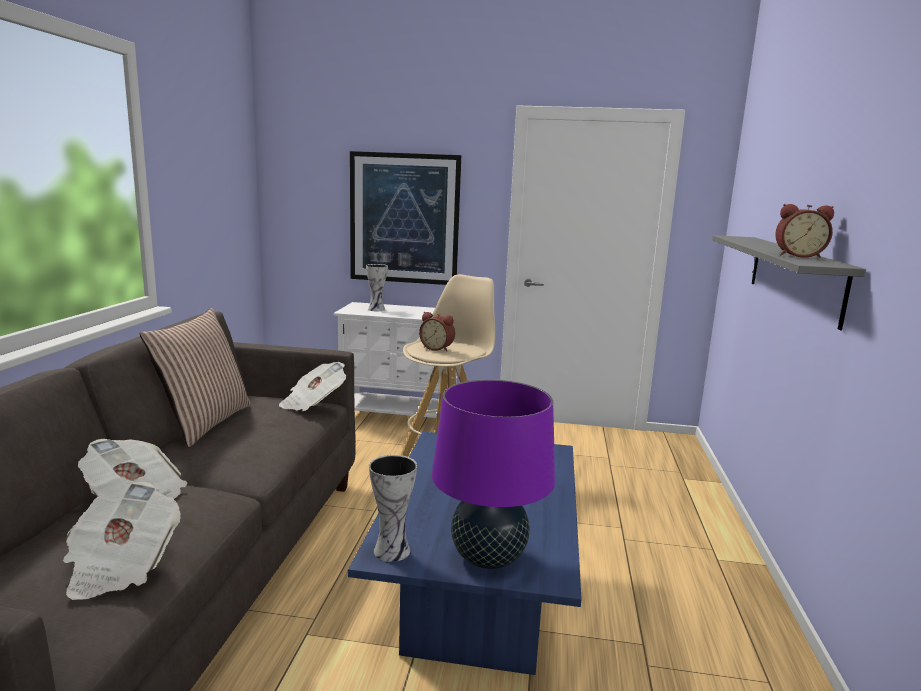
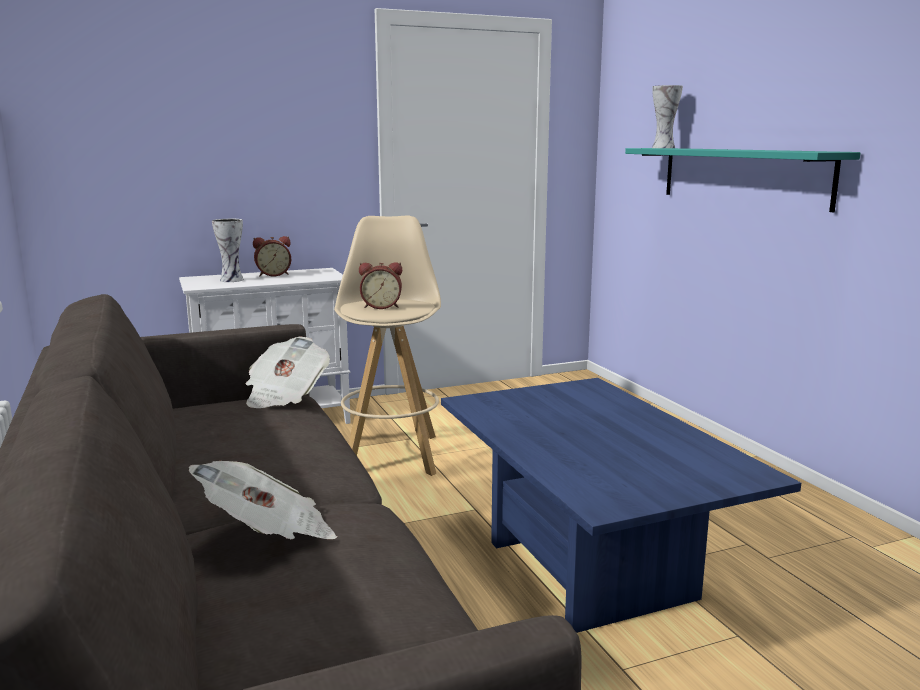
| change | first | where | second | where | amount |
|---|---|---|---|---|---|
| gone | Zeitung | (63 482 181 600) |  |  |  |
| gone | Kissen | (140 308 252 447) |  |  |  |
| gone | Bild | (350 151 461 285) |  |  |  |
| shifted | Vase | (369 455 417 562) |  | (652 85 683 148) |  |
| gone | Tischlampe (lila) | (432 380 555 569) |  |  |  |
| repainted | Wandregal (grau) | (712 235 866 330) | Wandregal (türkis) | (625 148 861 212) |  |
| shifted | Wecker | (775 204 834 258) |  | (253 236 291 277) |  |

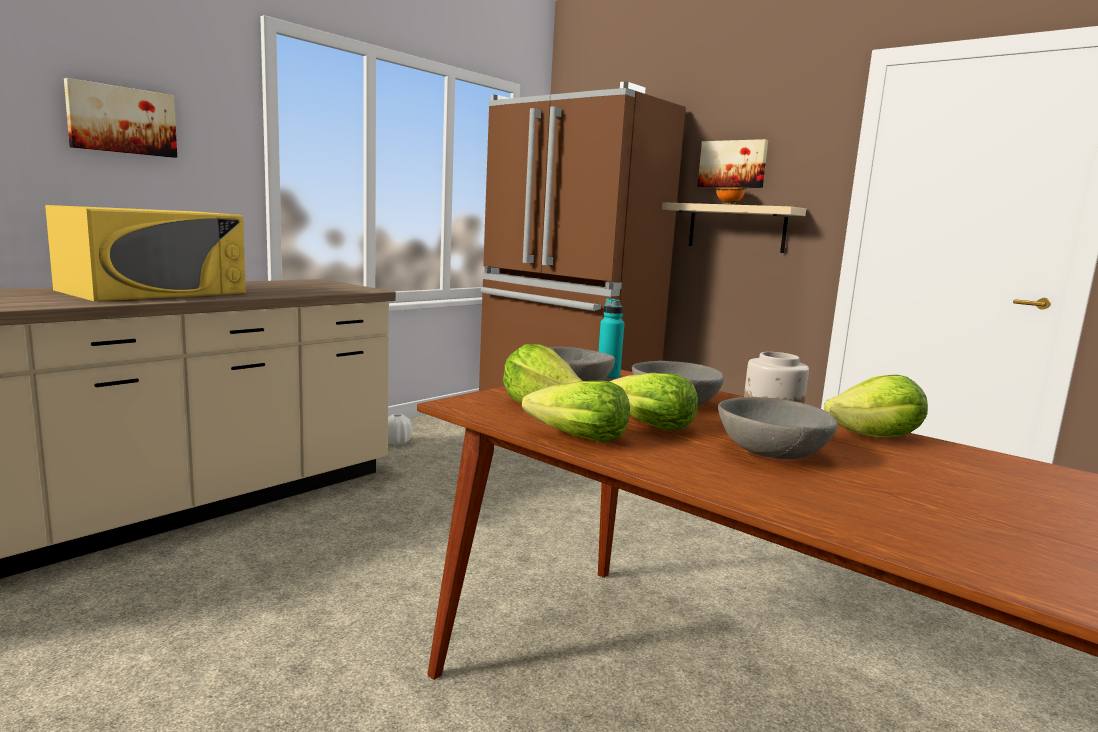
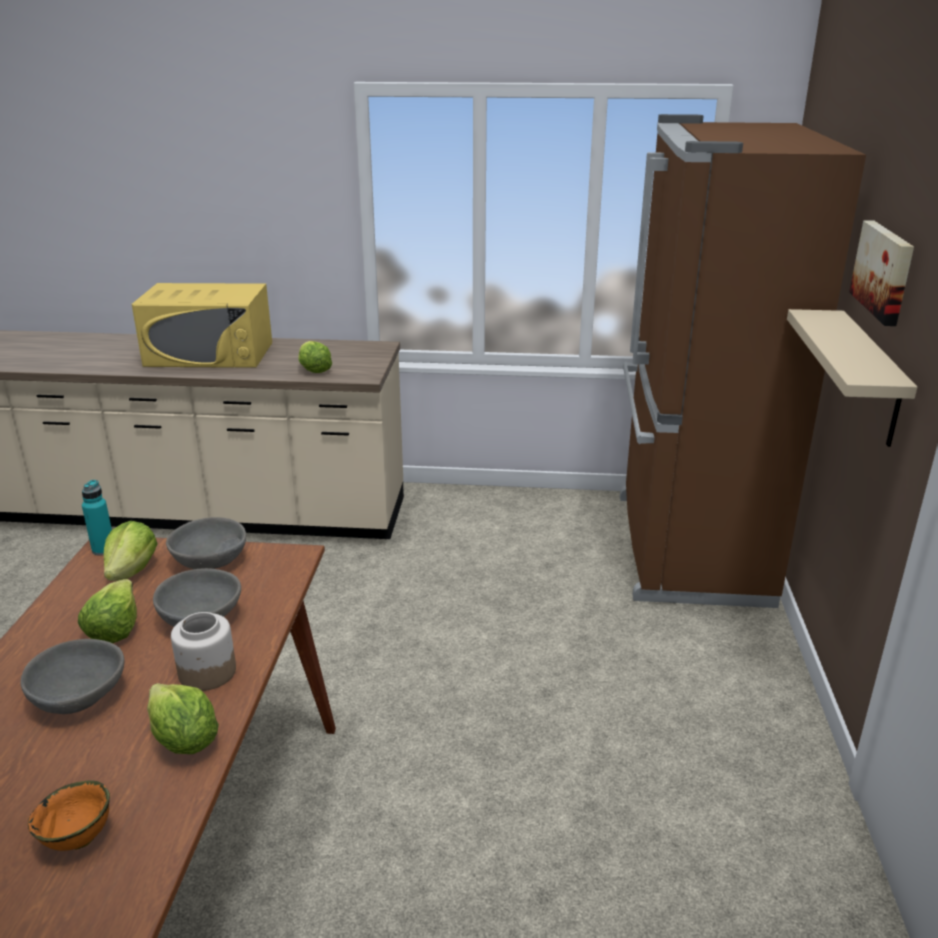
| change | first | where | second | where | amount |
|---|---|---|---|---|---|
| gone | Bild | (64 78 177 158) |  |  |  |
| gone | Vase (weiß) | (388 414 412 445) |  |  |  |
| shifted | Salatkopf | (522 381 630 442) |  | (298 341 332 373) |  |
| shifted | Flasche (türkis) | (599 298 624 381) |  | (82 480 112 556) |  |
| shifted | Schüssel (orange) | (715 187 746 205) |  | (28 780 110 851) |  |

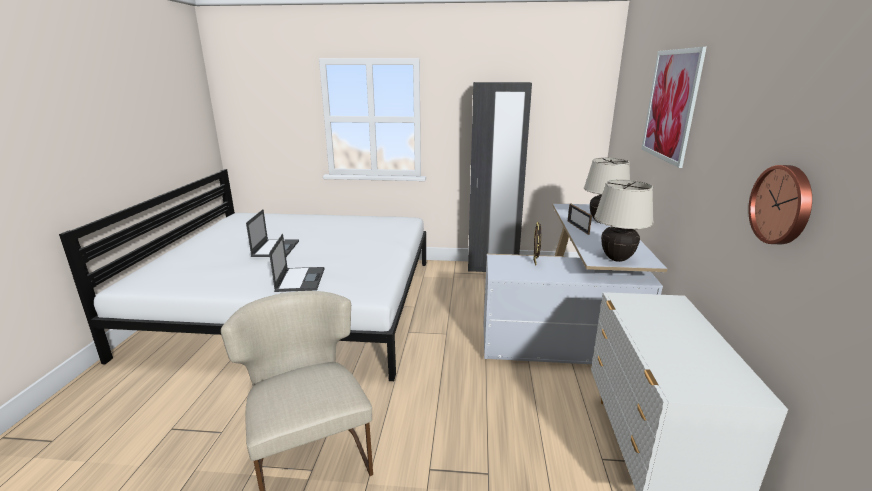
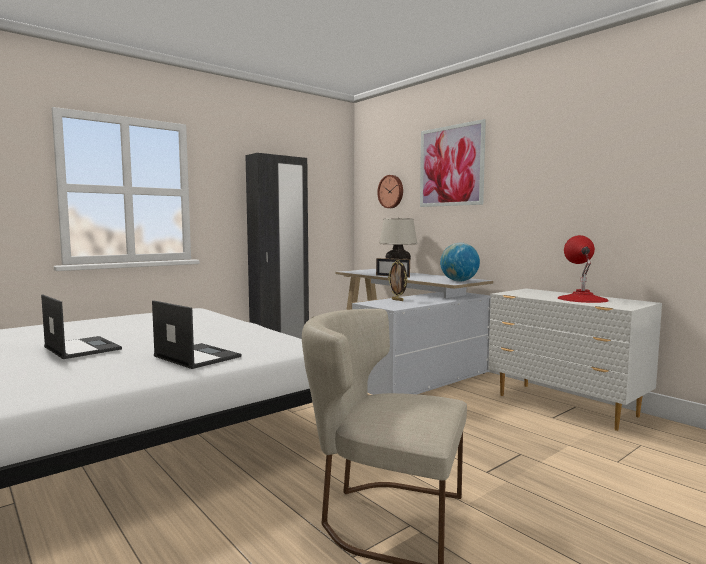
| change | first | where | second | where | amount |
|---|---|---|---|---|---|
| swapped | Tischlampe (beige) | (594 180 654 262) | Globus | (440 243 480 281) |  |
| shifted | Wanduhr | (748 165 812 244) |  | (377 175 403 208) |  |
| new |  |  | Tischlampe (rot) | (558 235 609 303) |  |

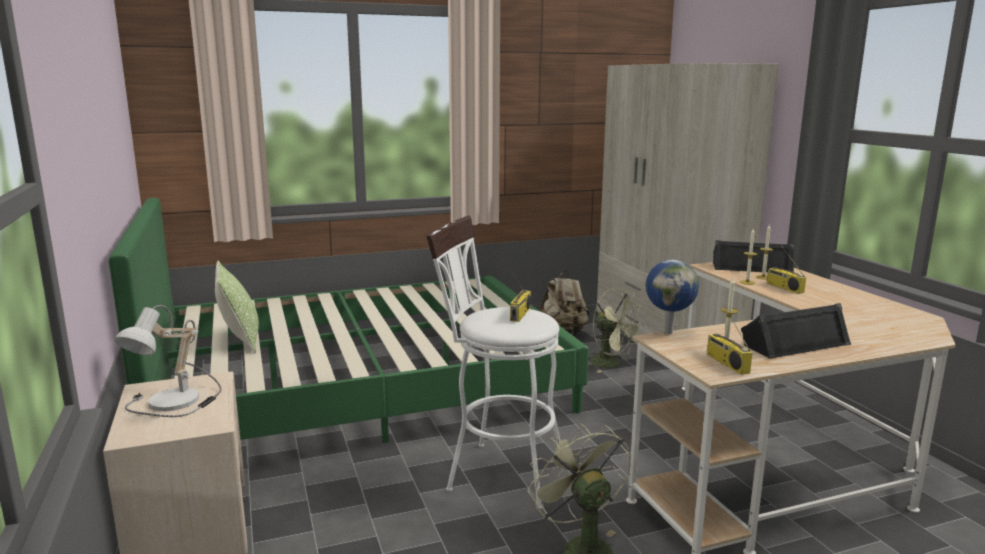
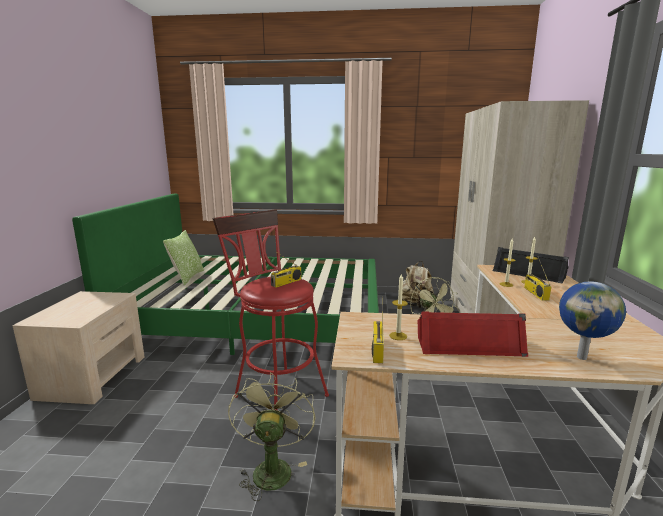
| change | first | where | second | where | amount |
|---|---|---|---|---|---|
| gone | Tischlampe | (114 305 222 417) |  |  |  |
| repainted | Hocker (weiß) | (426 216 561 510) | Hocker (rot) | (213 209 329 410) |  |
| shifted | Globus | (646 260 699 334) |  | (559 281 626 360) |  |
| repainted | Lautsprecher (schwarz) | (741 303 851 359) | Lautsprecher (rot) | (417 311 528 357) |  |

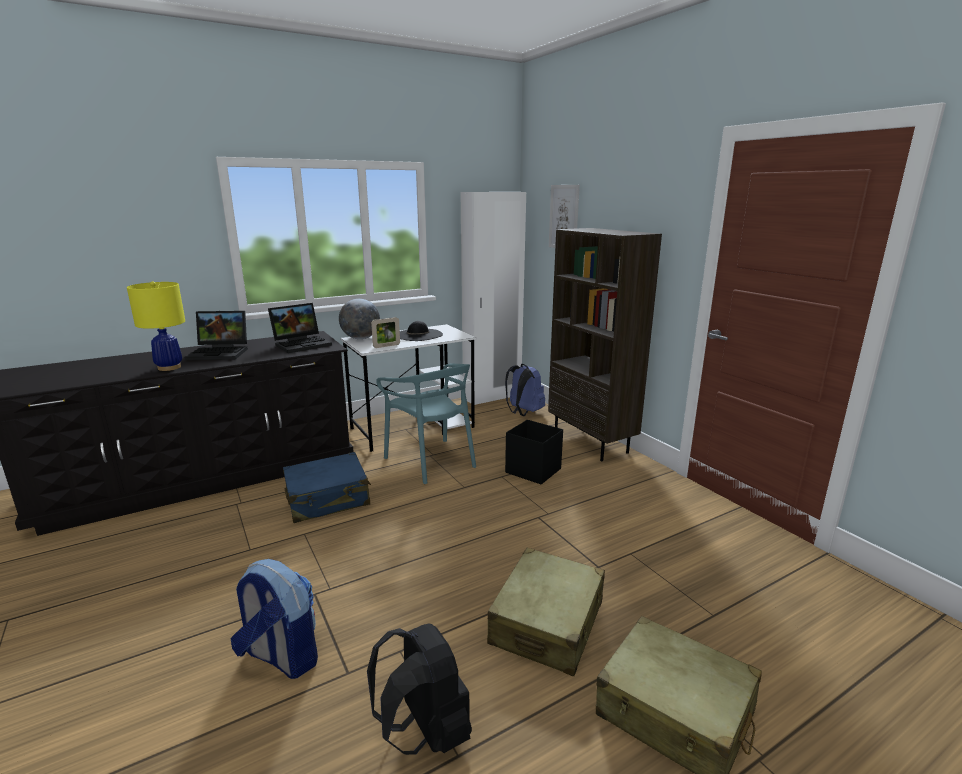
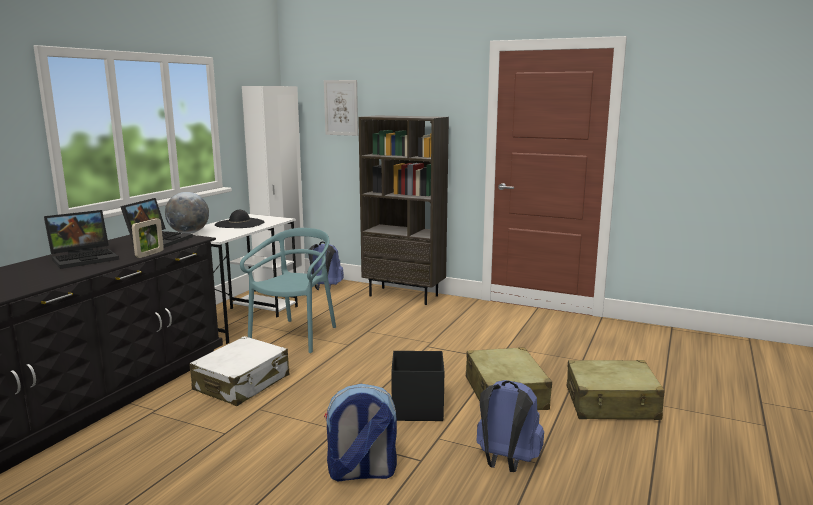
| change | first | where | second | where | amount |
|---|---|---|---|---|---|
| gone | Tischlampe (gelb) | (127 281 185 371) |  |  |  |
| repainted | Koffer (blau) | (283 452 371 523) | Koffer (weiß) | (189 336 289 406) |  |
| repainted | Rucksack (schwarz) | (367 623 472 755) | Rucksack (blau) | (476 380 544 472) |  |
| shifted | Bilderrahmen | (371 317 400 348) |  | (132 218 164 258) |  |
| rotated | Stuhl (türkis) | (376 363 476 484) |  | (240 228 336 353) | 90 degrees counterclockwise |
| shifted | Aufbewahrungsbox (schwarz) | (505 420 563 485) |  | (391 351 444 421) |  |

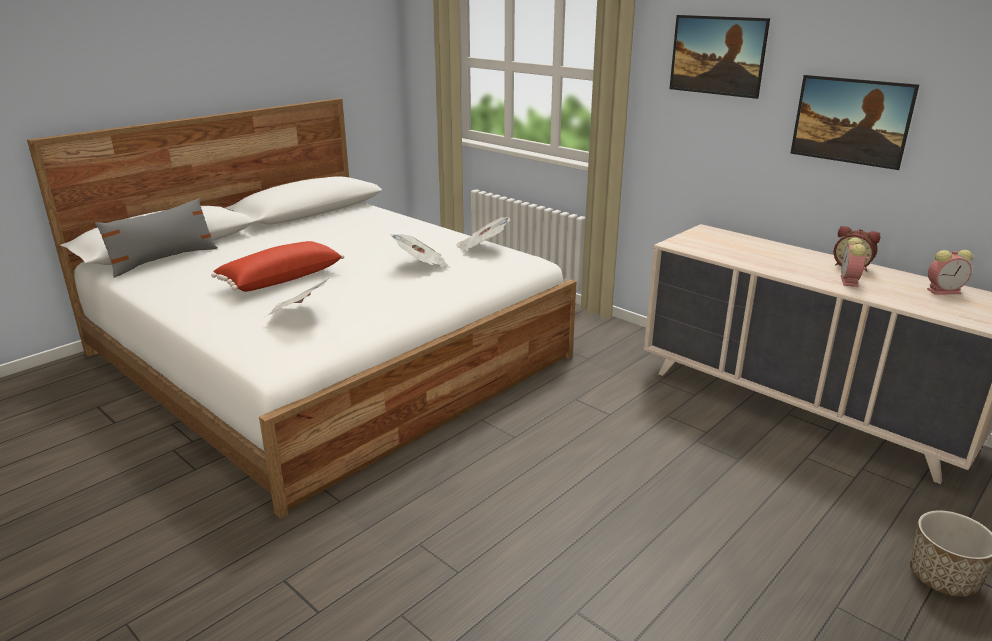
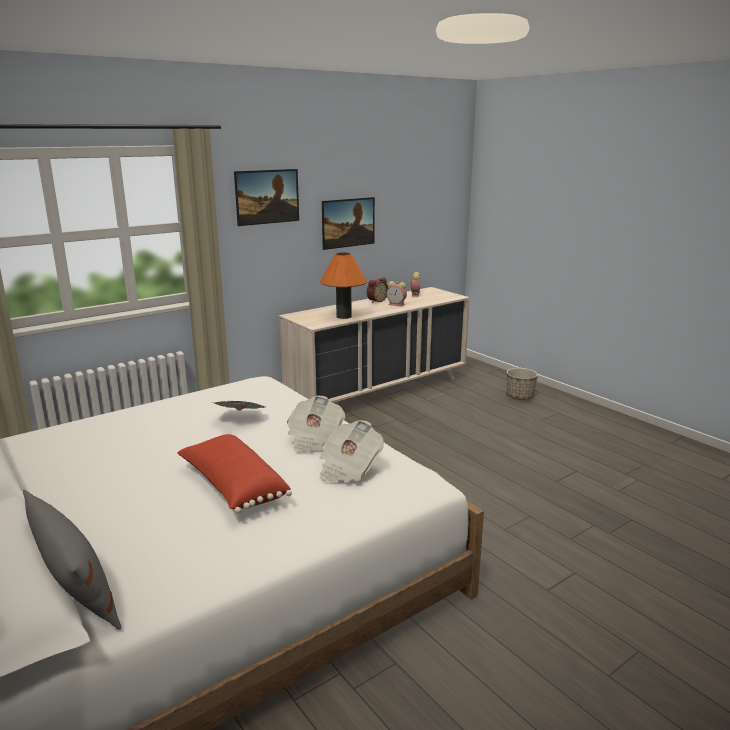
| change | first | where | second | where | amount |
|---|---|---|---|---|---|
| shifted | Zeitung | (456 217 510 251) |  | (287 396 345 453) |  |
| new |  |  | Tischlampe (orange) | (320 252 367 319) |  |

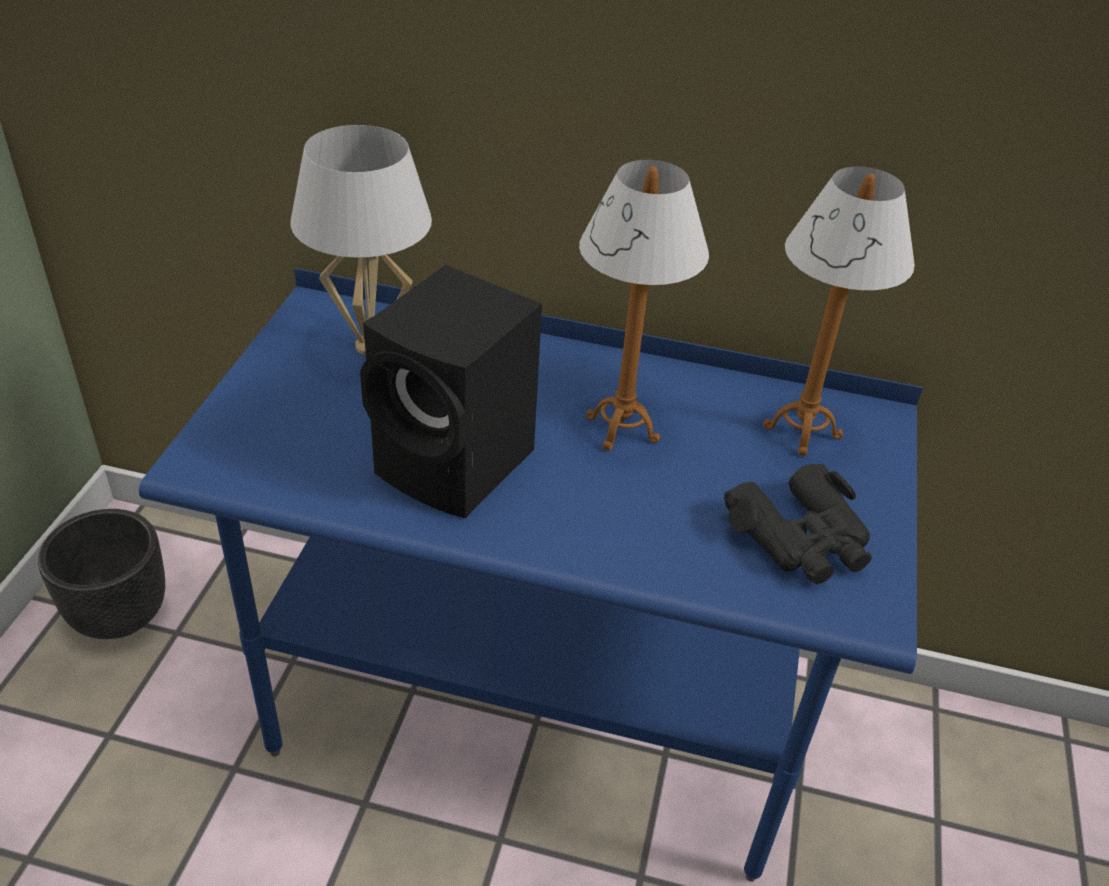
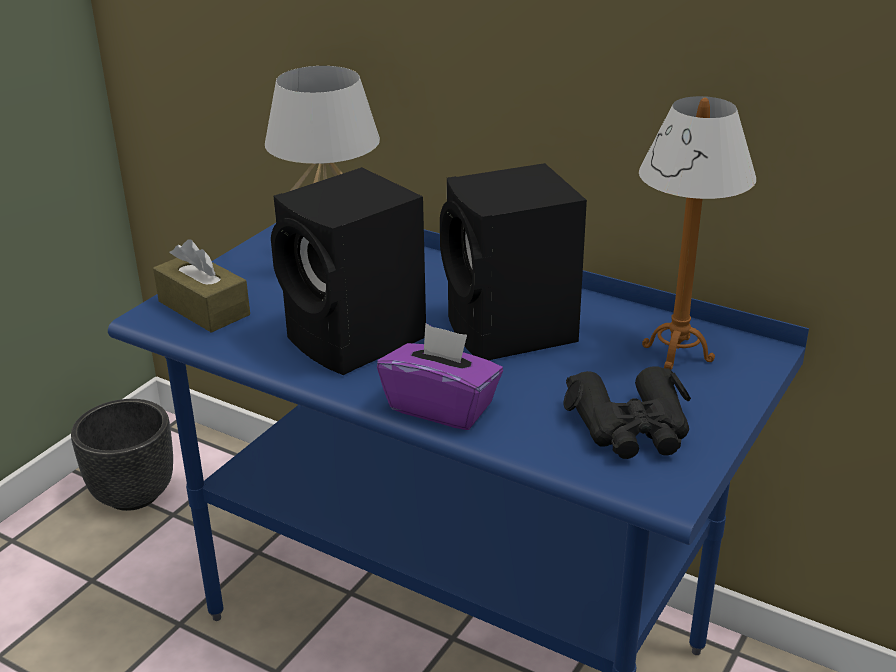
| change | first | where | second | where | amount |
|---|---|---|---|---|---|
| swapped | Tischlampe | (579 160 709 451) | Lautsprecher (schwarz) | (440 163 587 361) |  |
| new |  |  | Taschentuchbox (braun) | (153 239 250 333) |  |
| new |  |  | Taschentuchbox (lila) | (377 323 503 430) |  |

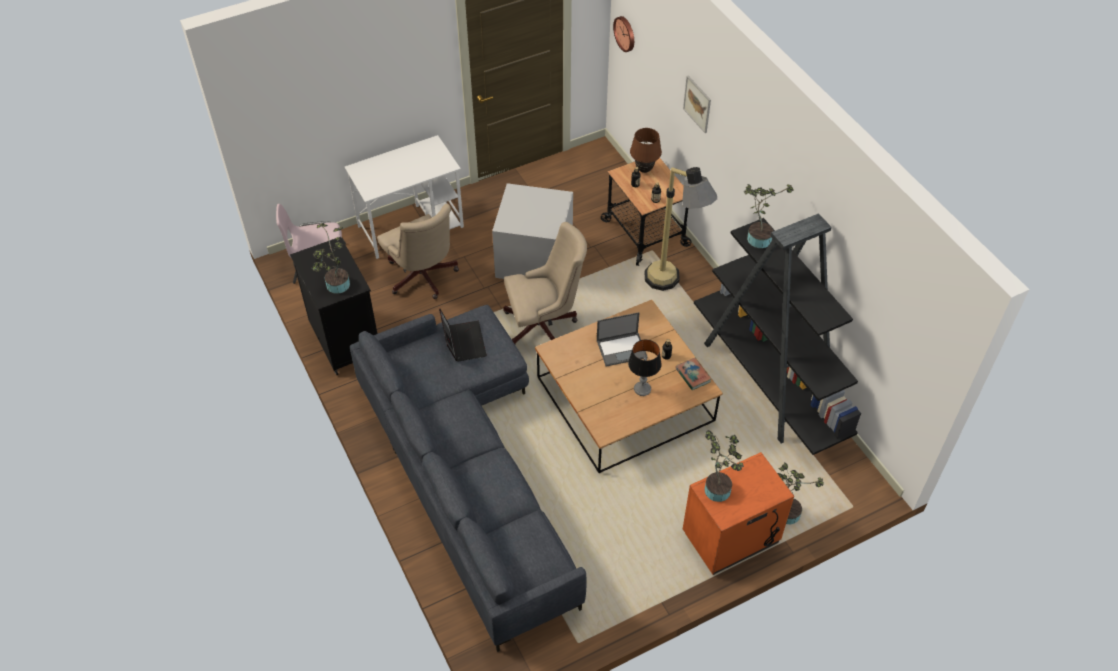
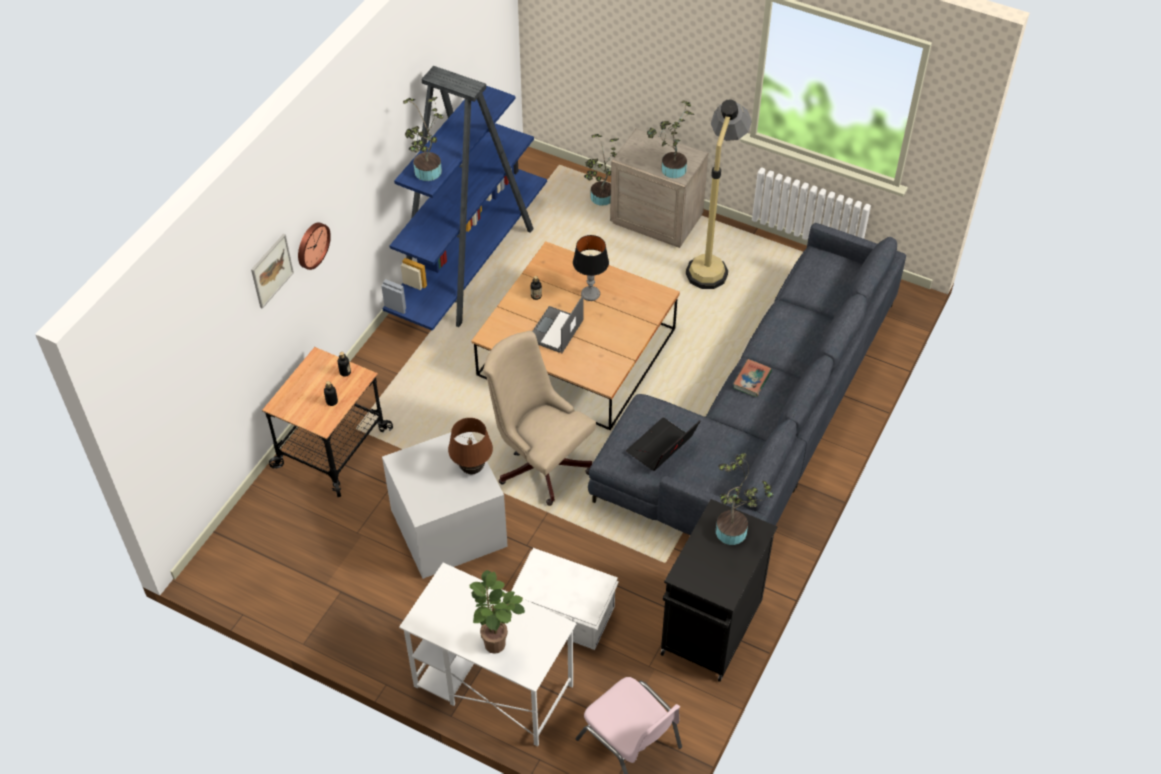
| change | first | where | second | where | amount |
|---|---|---|---|---|---|
| swapped | Bürostuhl (beige) | (377 204 459 299) | Aufbewahrungsbox (weiß) | (511 548 619 650) |  |
| rotated | Laptop | (597 312 648 367) |  | (532 295 584 353) | 105 degrees counterclockwise |
| shifted | Wanduhr | (613 16 634 52) |  | (298 222 331 270) |  |
| shifted | Tischlampe (braun) | (630 128 662 173) |  | (448 418 493 474) |  |
| shifted | Stehlampe | (645 167 717 291) |  | (686 99 752 289) |  |
| shifted | Buch | (675 358 711 390) |  | (733 359 772 397) |  |
| repainted | Nachttisch (orange) | (683 452 794 575) | Nachttisch (beige) | (610 128 708 248) |  |
| repainted | Bücherregal (schwarz) | (694 213 861 455) | Bücherregal (blau) | (382 66 547 331) |  |
| new |  |  | Topfpflanze | (469 570 525 654) |  |

